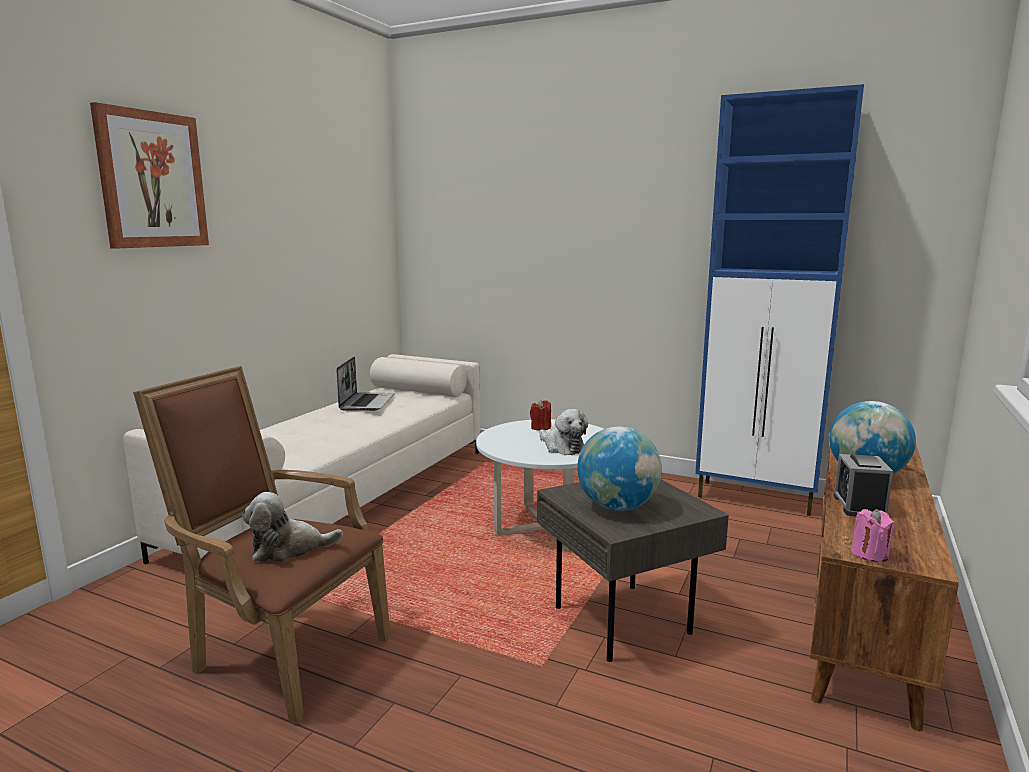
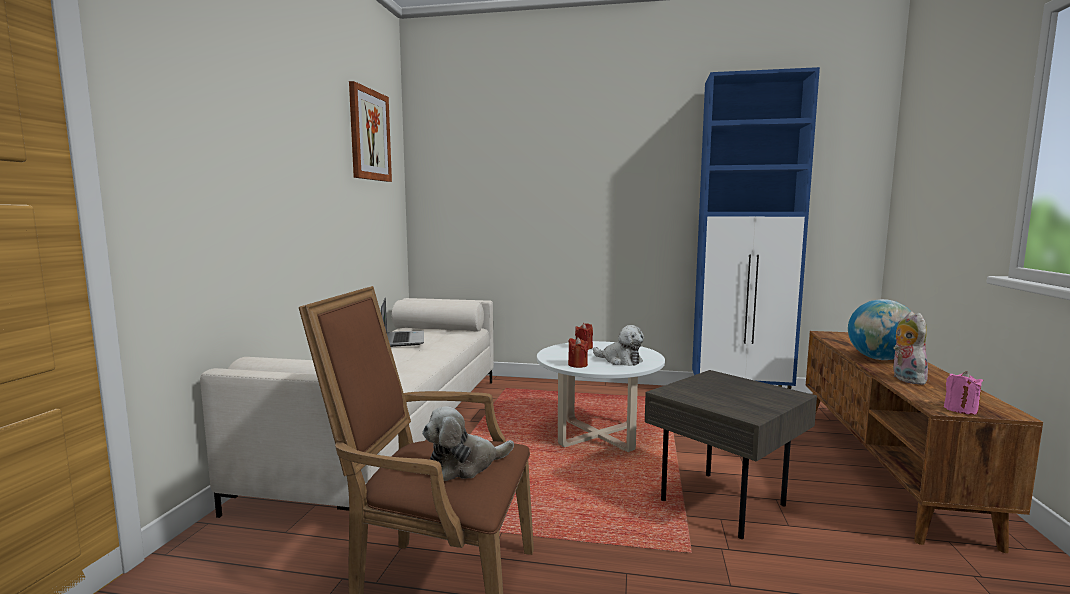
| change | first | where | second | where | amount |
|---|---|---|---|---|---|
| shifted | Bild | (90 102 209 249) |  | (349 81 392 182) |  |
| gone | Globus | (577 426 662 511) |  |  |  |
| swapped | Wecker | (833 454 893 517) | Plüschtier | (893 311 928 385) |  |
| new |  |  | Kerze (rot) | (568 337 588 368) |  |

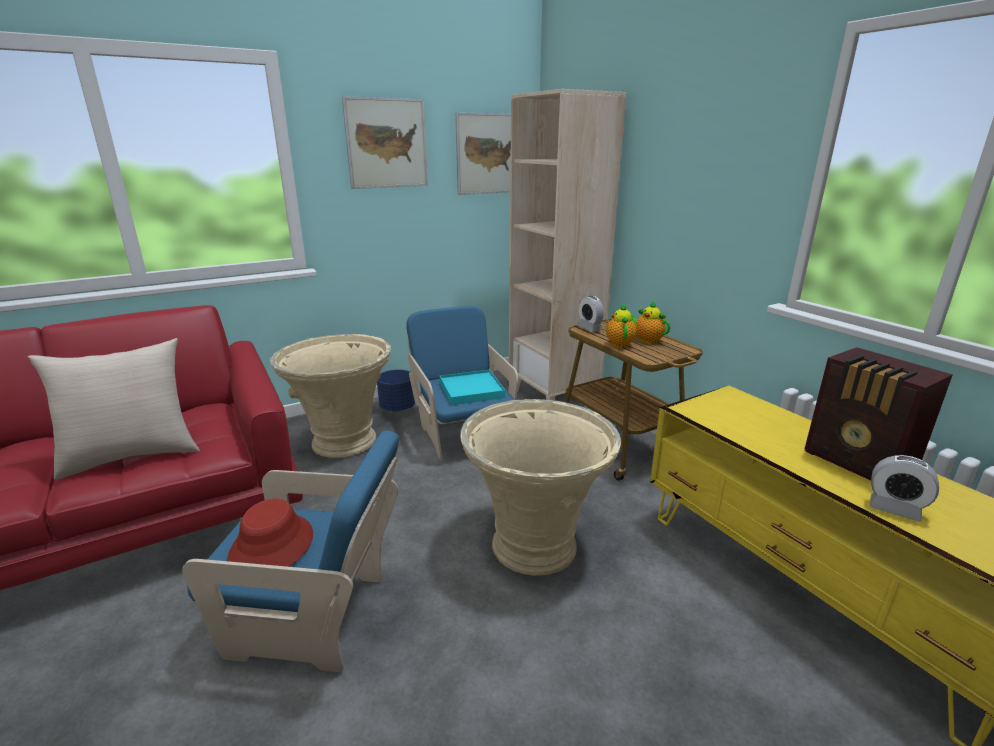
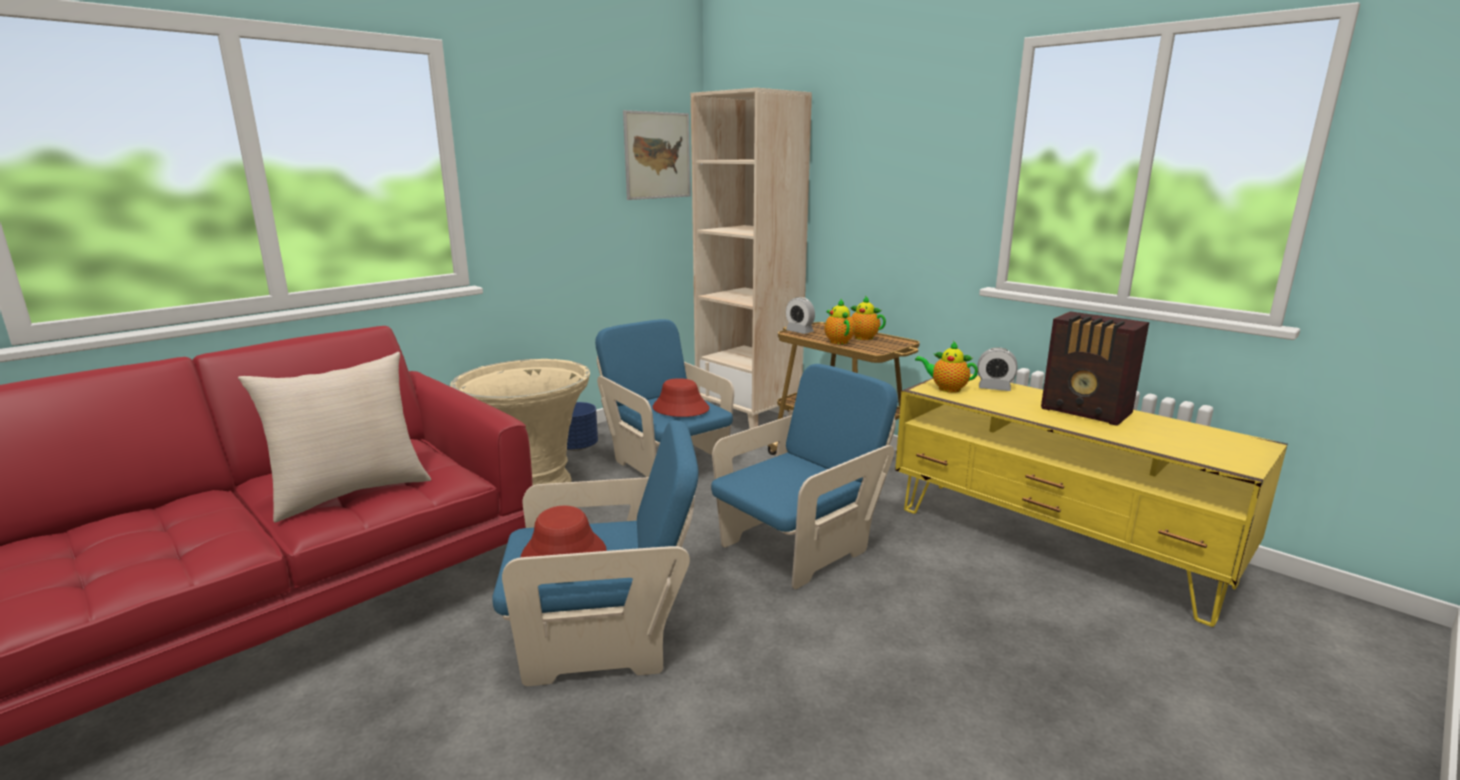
| change | first | where | second | where | amount |
|---|---|---|---|---|---|
| gone | Bild | (342 96 428 189) |  |  |  |
| swapped | Tablett (türkis) | (440 370 505 405) | Hut (rot) | (652 378 709 417) |  |
| swapped | Pflanzkübel (beige) | (460 399 621 576) | Sessel (blau) | (711 364 898 589) |  |
| shifted | Wecker | (870 455 939 522) |  | (977 347 1018 391) |  |
| new |  |  | Teekanne | (915 341 978 393) |  |

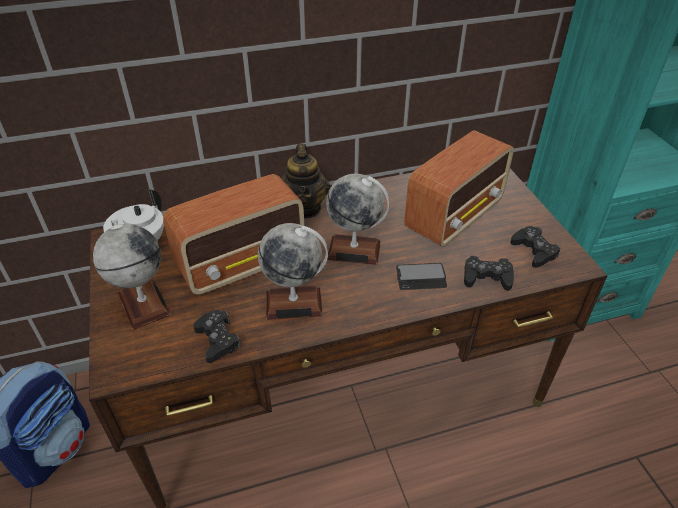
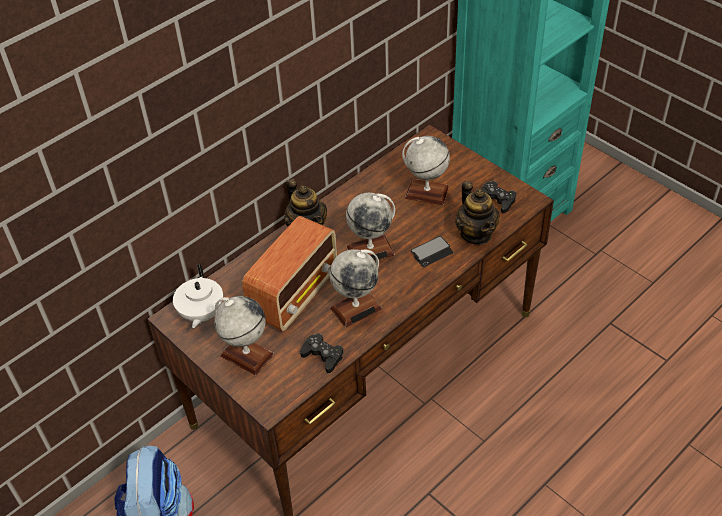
| change | first | where | second | where | amount |
|---|---|---|---|---|---|
| swapped | Radio | (404 130 514 247) | Globus | (402 136 450 205) |  |
| swapped | Gamepad (schwarz) | (464 256 514 291) | Teekanne | (455 181 500 245) |  |

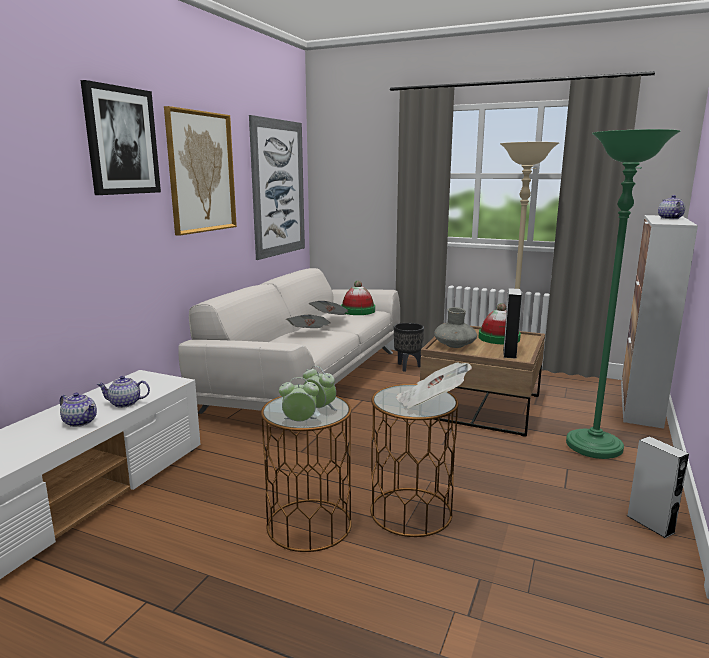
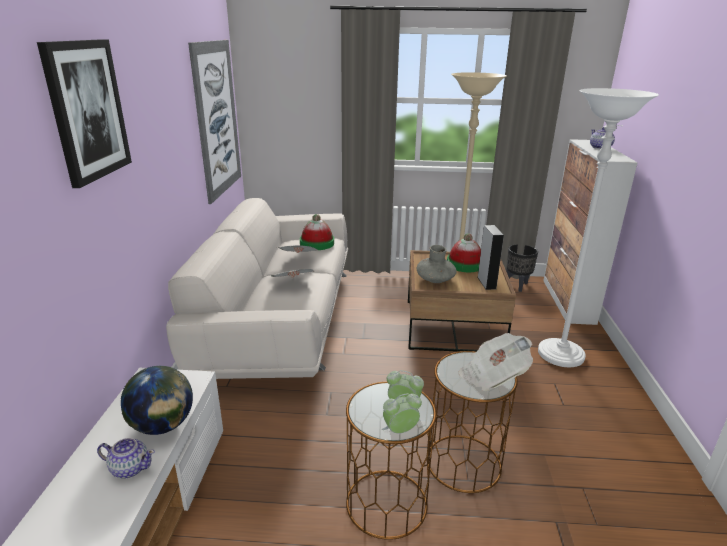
| change | first | where | second | where | amount |
|---|---|---|---|---|---|
| swapped | Teekanne | (96 376 150 408) | Globus | (121 366 193 435) |  |
| gone | Bild | (164 106 237 236) |  |  |  |
| shifted | Pflanzkübel (schwarz) | (394 323 424 372) |  | (506 244 538 292) |  |
| repainted | Stehlampe (grün) | (566 129 681 459) | Stehlampe (weiß) | (538 88 659 367) |  |
| gone | Lautsprecher (grau) | (627 436 689 538) |  |  |  |

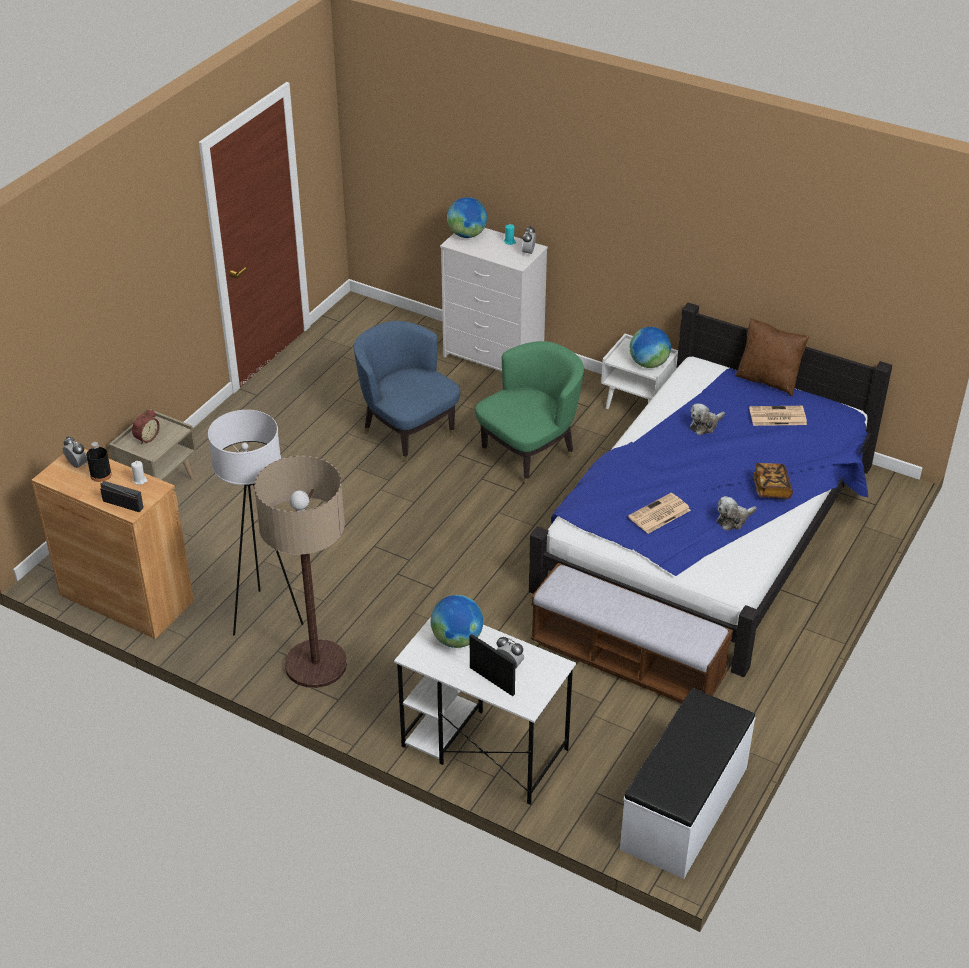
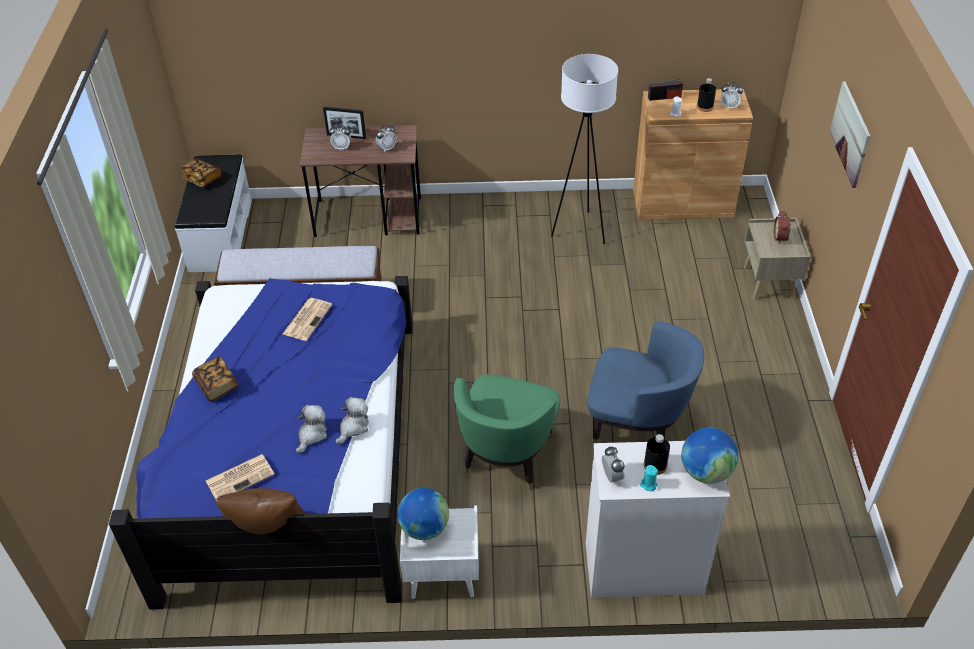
| change | first | where | second | where | amount |
|---|---|---|---|---|---|
| gone | Stehlampe | (254 456 347 688) |  |  |  |
| repainted | Schreibtisch (weiß) | (394 617 576 805) | Schreibtisch (braun) | (300 125 421 237) |  |
| swapped | Globus | (431 595 483 648) | Wecker | (375 124 397 152) |  |
| shifted | Plüschtier | (717 496 757 531) |  | (336 397 369 444) |  |
| new |  |  | Buch | (181 159 222 187) |  |
| new |  |  | Flasche (schwarz) | (644 434 670 475) |  |
| new |  |  | Bild | (829 82 871 188) |  |

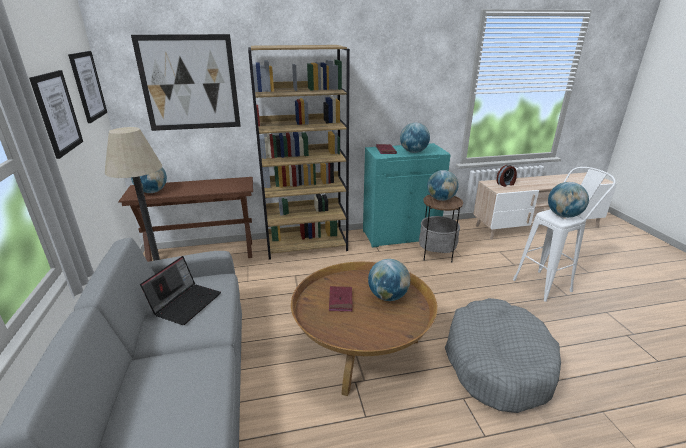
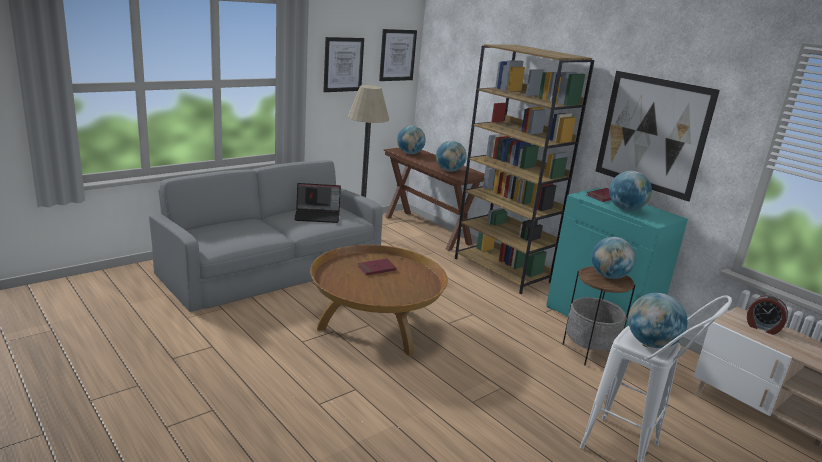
| change | first | where | second | where | amount |
|---|---|---|---|---|---|
| shifted | Bild | (131 34 241 131) |  | (596 71 720 202) |  |
| shifted | Globus | (368 259 410 301) |  | (436 141 467 172) |  |
| gone | Hundebett (grau) | (445 298 561 413) |  |  |  |

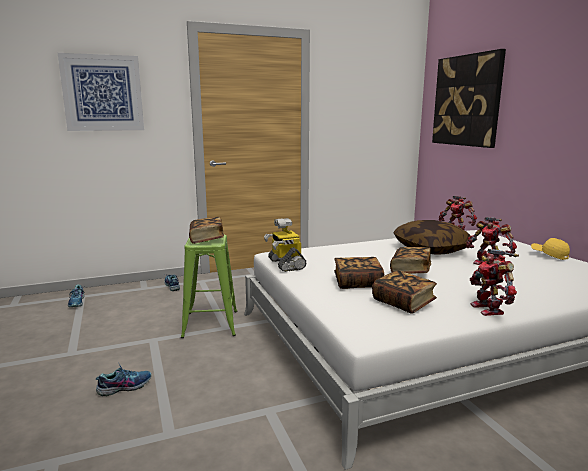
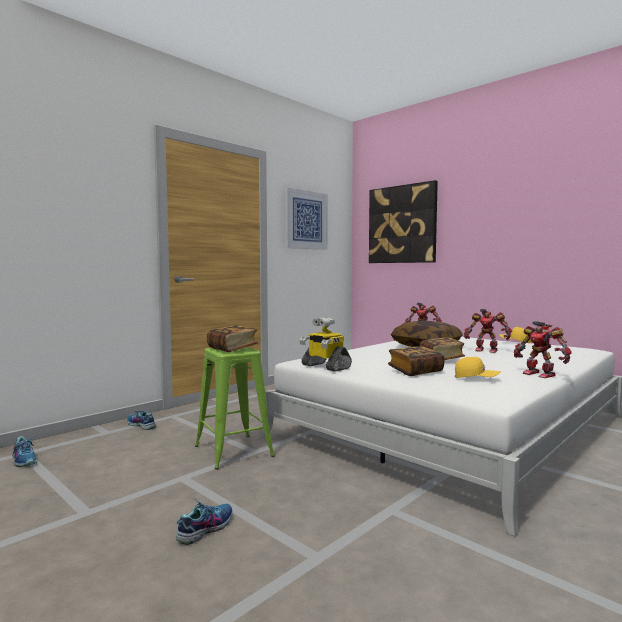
| change | first | where | second | where | amount |
|---|---|---|---|---|---|
| shifted | Bild | (58 53 144 131) |  | (285 187 328 250) |  |
| swapped | Buch | (372 270 437 314) | Kappe (gelb) | (455 357 501 378) |  |

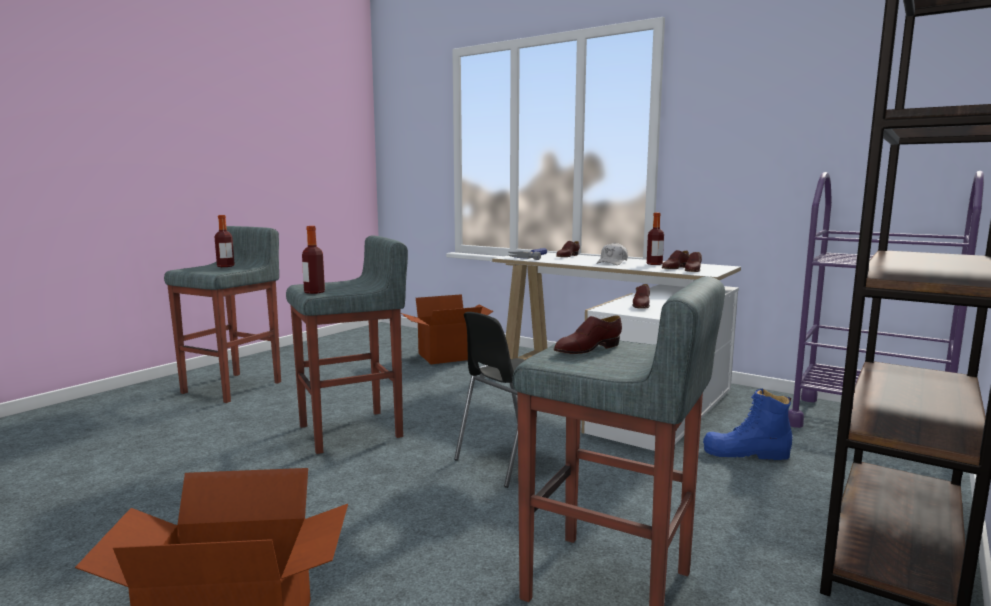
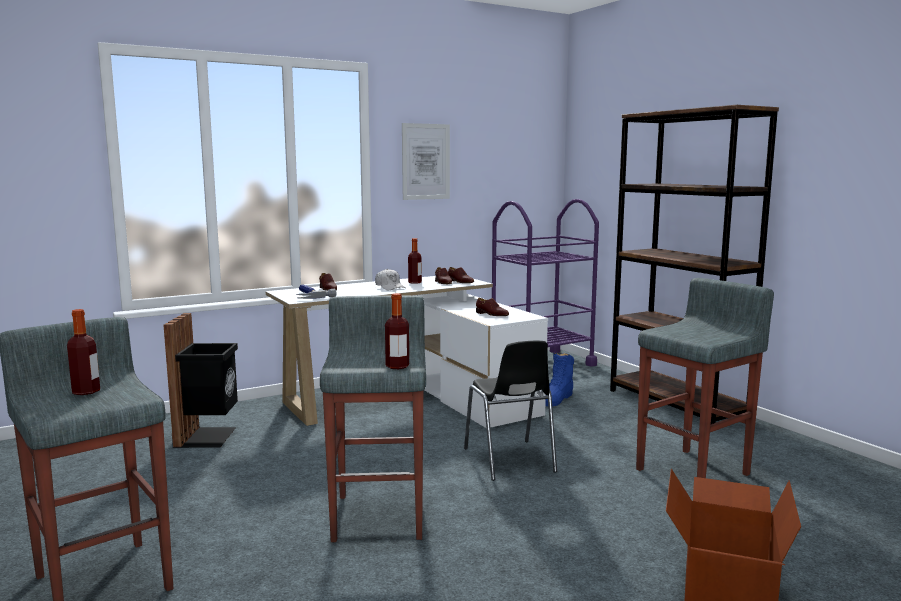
| change | first | where | second | where | amount |
|---|---|---|---|---|---|
| swapped | Karton | (401 294 494 364) | Mülleimer (schwarz) | (164 313 238 448) |  |
| gone | Schuh (braun) | (554 316 622 354) |  |  |  |
| new |  |  | Bild | (402 123 450 200) |  |

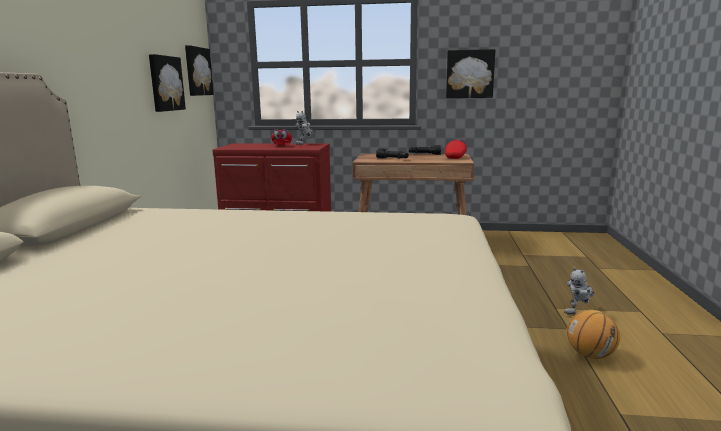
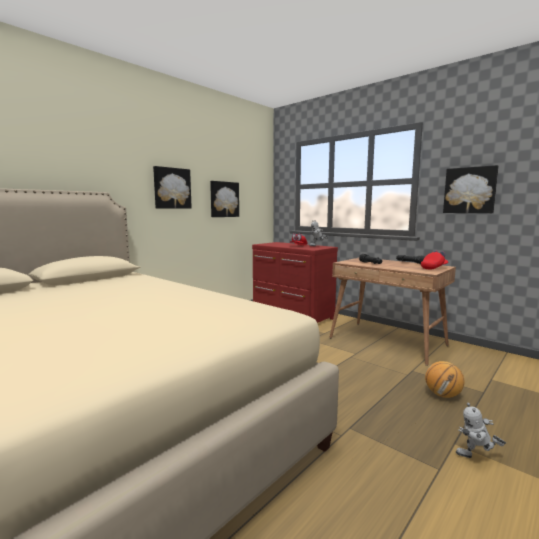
| change | first | where | second | where | amount |
|---|---|---|---|---|---|
| shifted | Bild | (185 45 214 96) |  | (153 166 192 209) |  |
| shifted | Basketball | (567 310 620 359) |  | (425 361 464 398) |  |

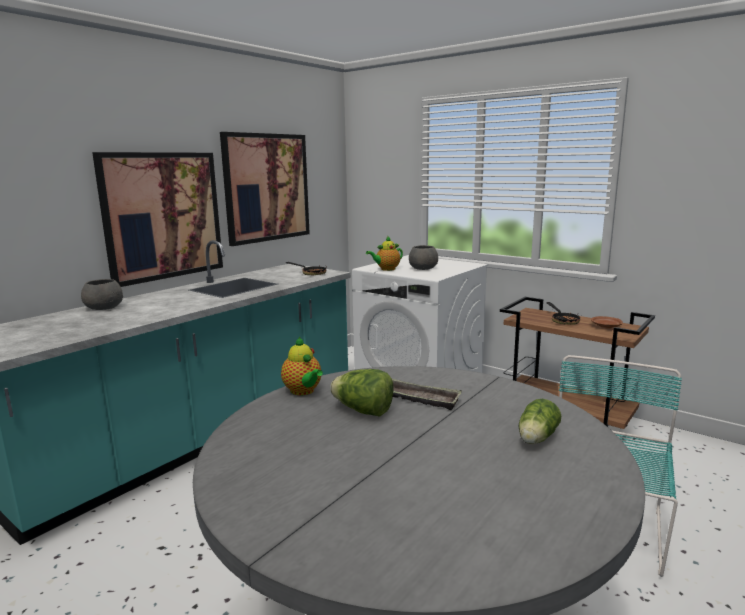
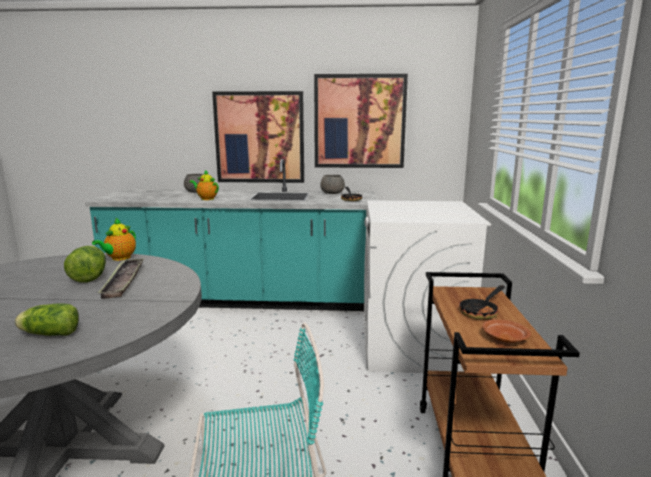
| change | first | where | second | where | amount |
|---|---|---|---|---|---|
| shifted | Teekanne | (366 236 403 271) |  | (189 170 219 200) |  |
| shifted | Schüssel (grau) | (409 245 438 270) |  | (320 175 345 194) |  |

